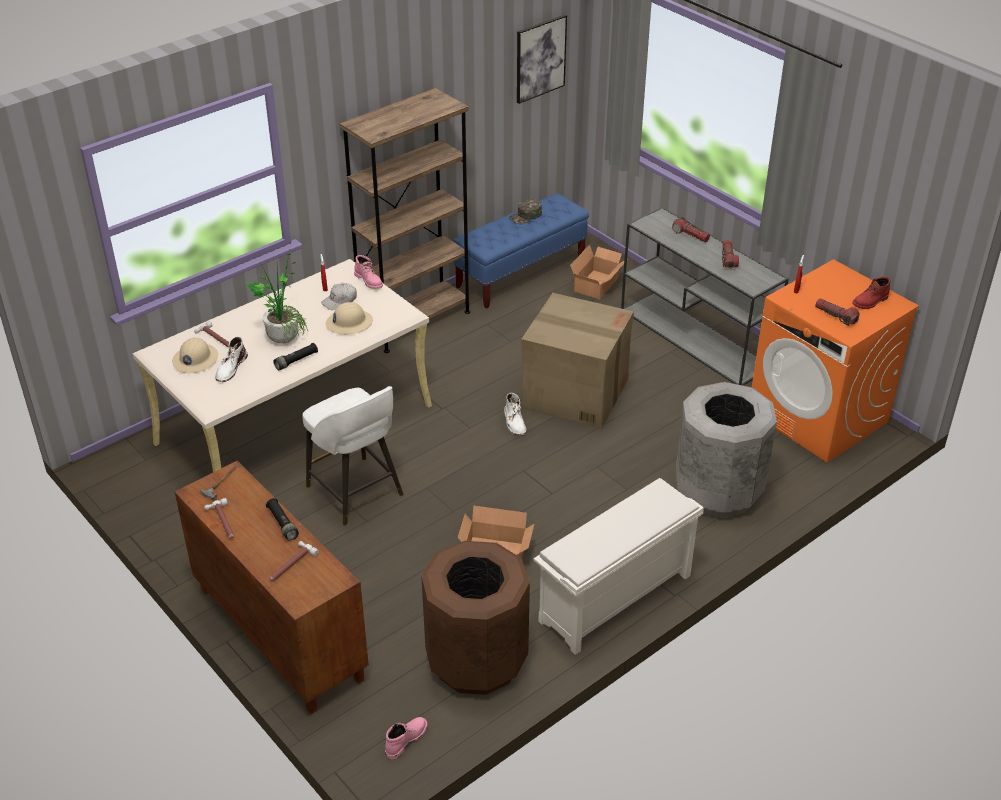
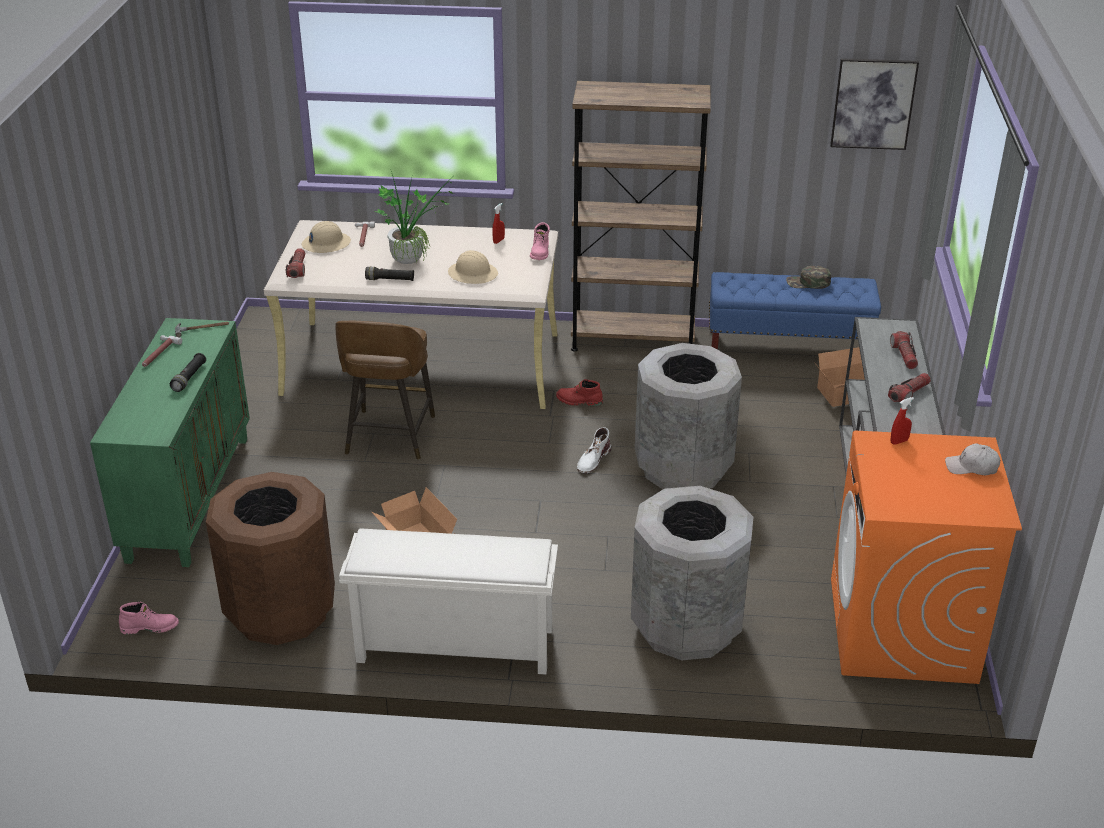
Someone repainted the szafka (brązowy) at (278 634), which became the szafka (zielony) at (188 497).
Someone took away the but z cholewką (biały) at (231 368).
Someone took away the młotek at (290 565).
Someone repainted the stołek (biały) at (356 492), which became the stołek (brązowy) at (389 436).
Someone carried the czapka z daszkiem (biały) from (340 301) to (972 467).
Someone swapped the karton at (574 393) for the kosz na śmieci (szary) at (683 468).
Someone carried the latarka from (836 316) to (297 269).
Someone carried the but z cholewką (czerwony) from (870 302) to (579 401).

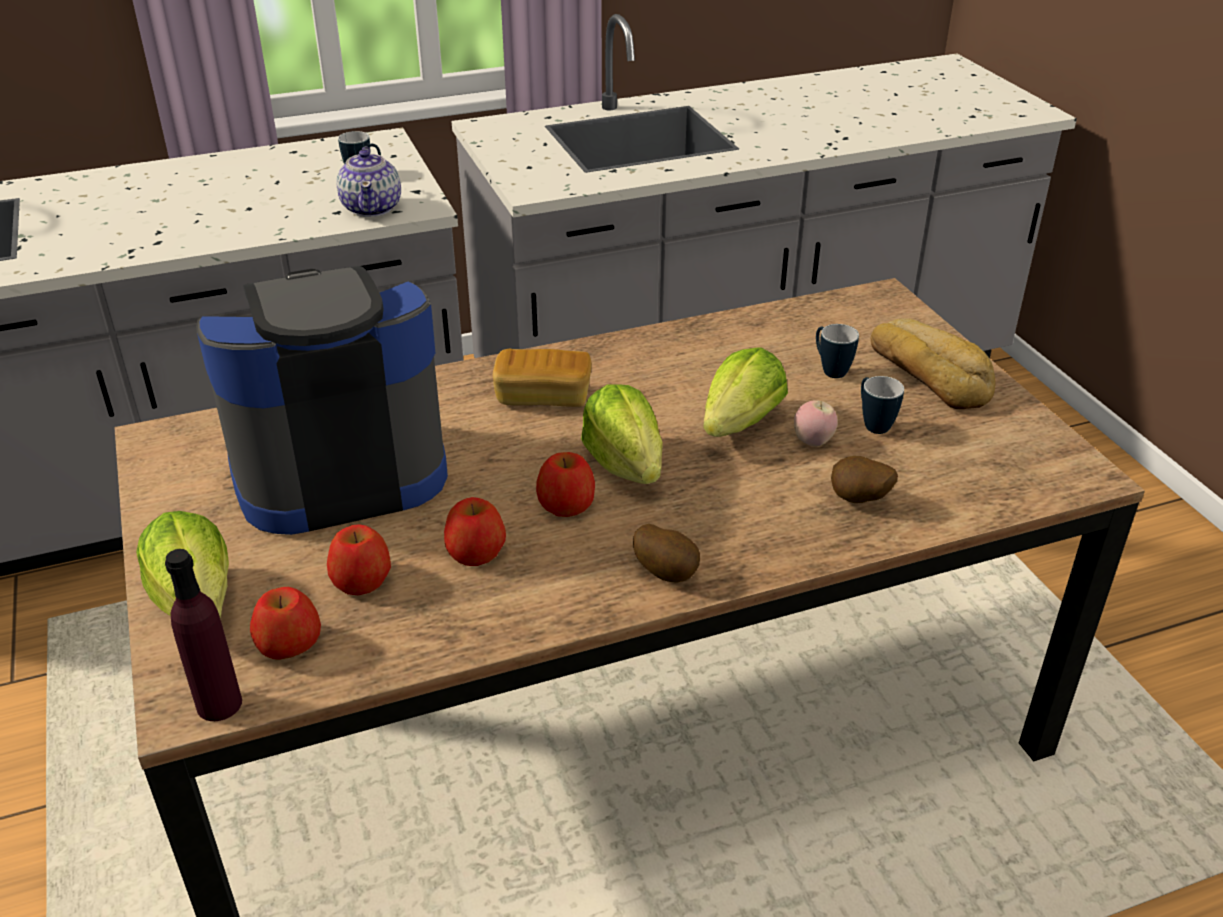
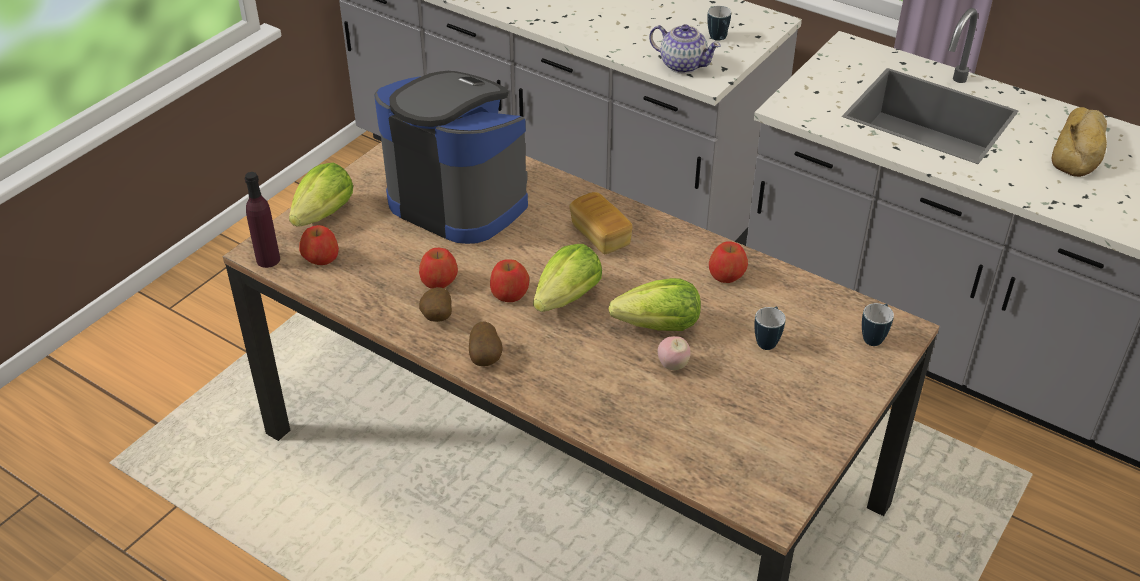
Someone carried the jabłko from (361 580) to (726 275).
Someone rotated the imbryk at (372 208) by 105 degrees counterclockwise.
Someone carried the ziemniak from (858 501) to (436 318).
Someone carried the kubek from (873 424) to (874 337).
Someone carried the chleb from (930 373) to (1080 149).

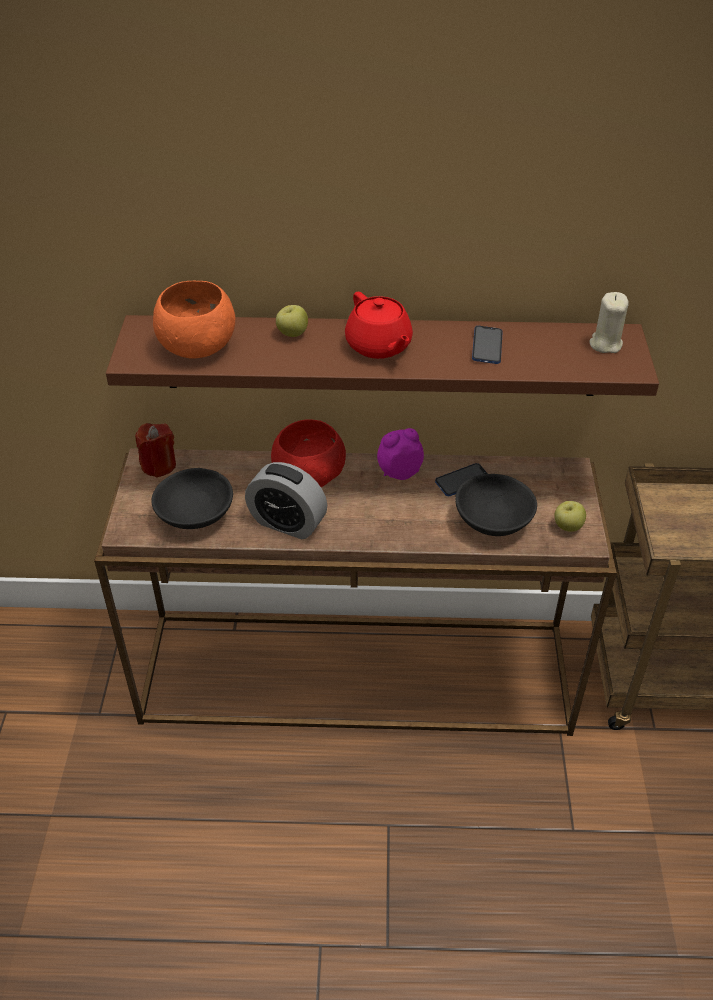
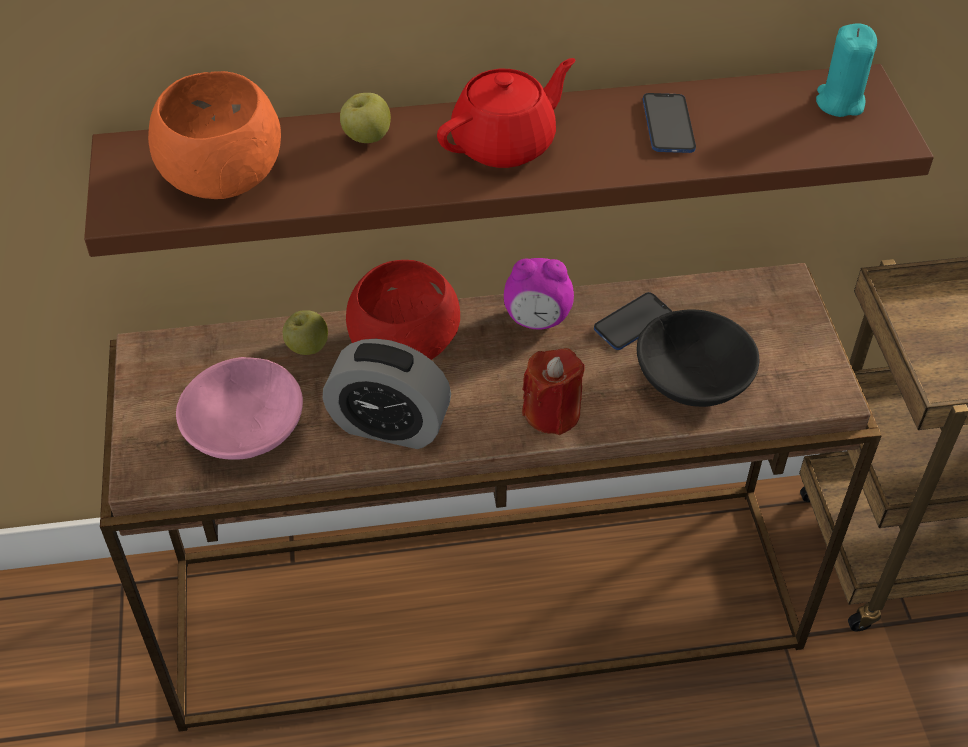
Someone carried the świeca (czerwony) from (158 465) to (552 413).
Someone repainted the miska (czarny) at (196 515), which became the miska (różowy) at (246 432).
Someone rotated the imbryk (czerwony) at (379 346) by 90 degrees counterclockwise.
Someone rotated the budzik at (399 472) by 150 degrees counterclockwise.
Someone carried the jabłko from (567 527) to (307 348).
Someone repainted the świeca (beżowy) at (605 344), which became the świeca (turkusowy) at (839 102).

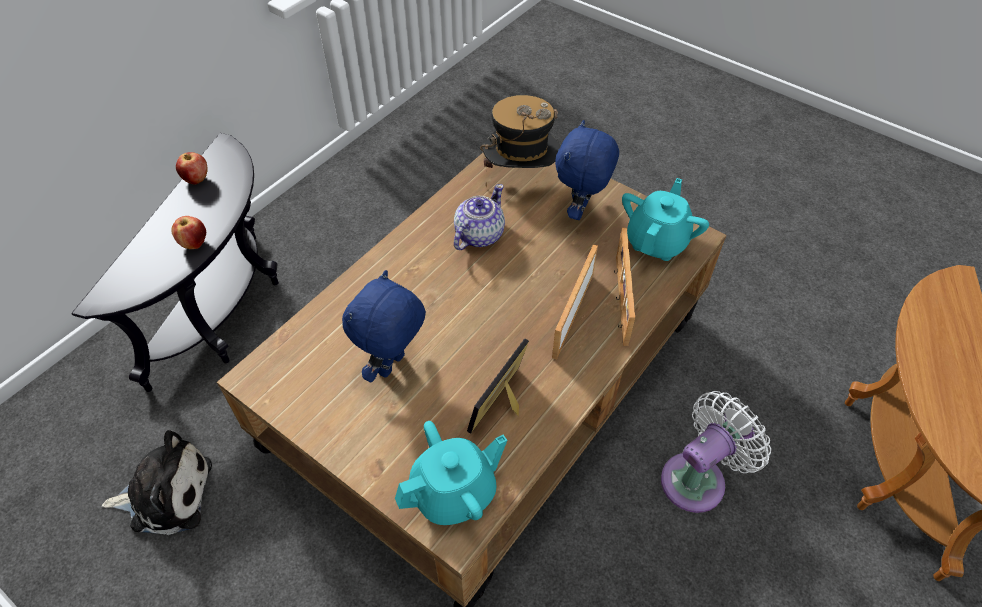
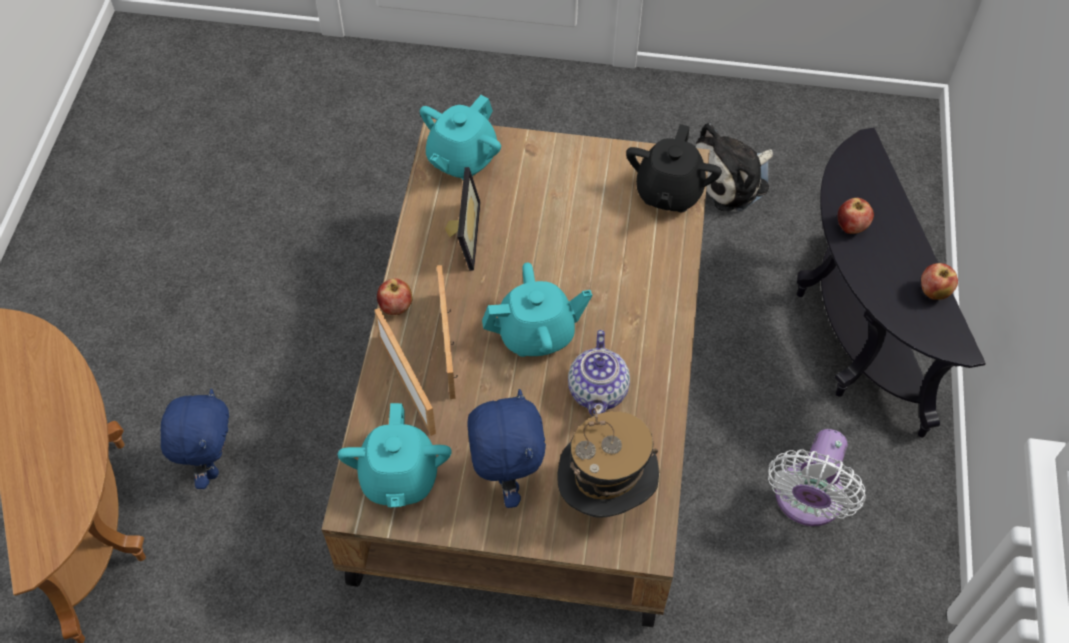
Someone carried the pluszak (niebieski) from (393 366) to (211 464).
Someone carried the wentylator (biały) from (698 478) to (806 501).
Someone put down the jabłko at (396 307).
Someone put down the imbryk (turkusowy) at (536 334).
Someone put down the imbryk (czarny) at (668 192).

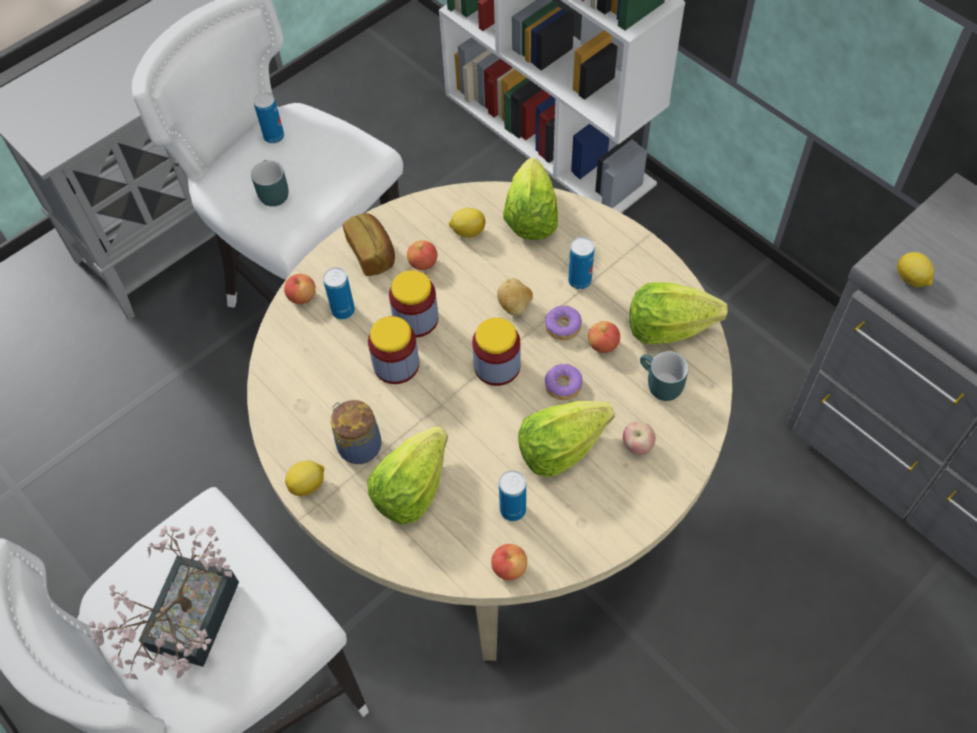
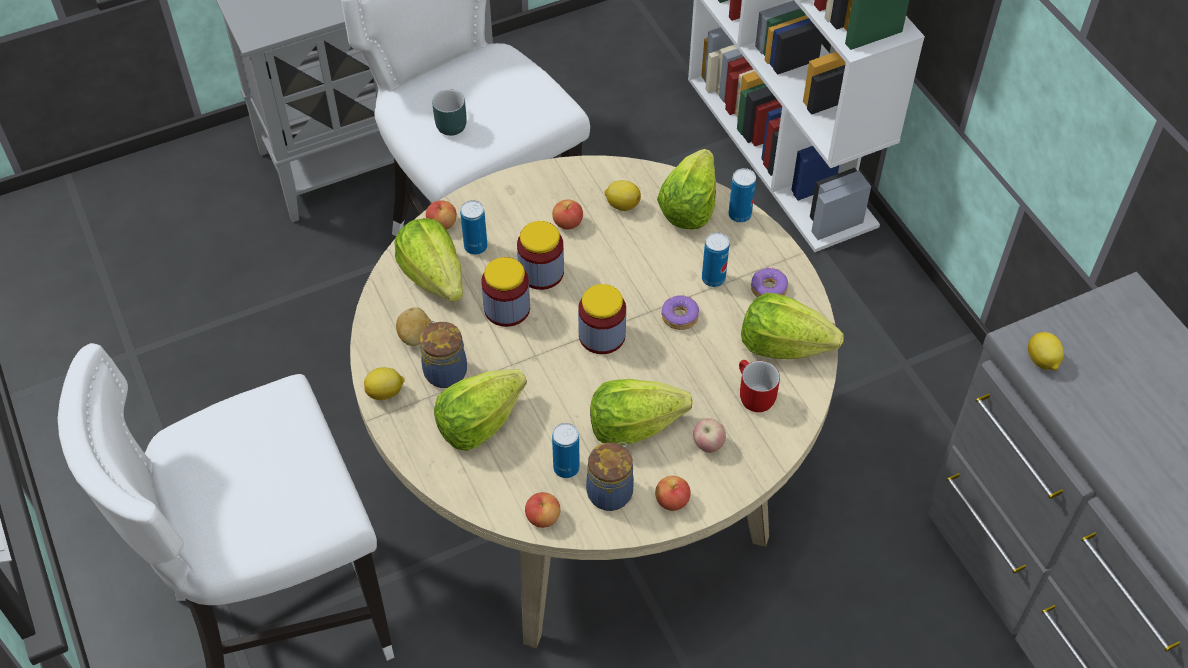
Someone took away the roślina doniczkowa at (188 627).
Someone carried the puszka from (274 136) to (739 215).
Someone took away the chleb at (372 253).
Someone carried the ziemniak from (515 306) to (416 337).
Someone carried the donut from (563 386) to (768 289).
Someone carried the jabłko from (603 344) to (672 501).
Someone repainted the kubek (turkusowy) at (658 385), which became the kubek (czerwony) at (751 395).
Someone put down the sałata at (434 277).
Someone put down the słoik at (611 491).

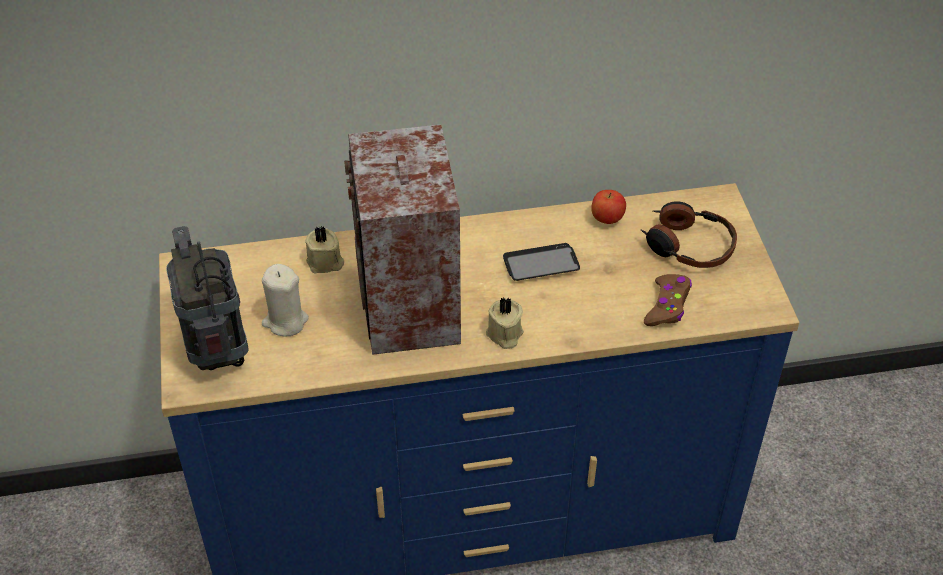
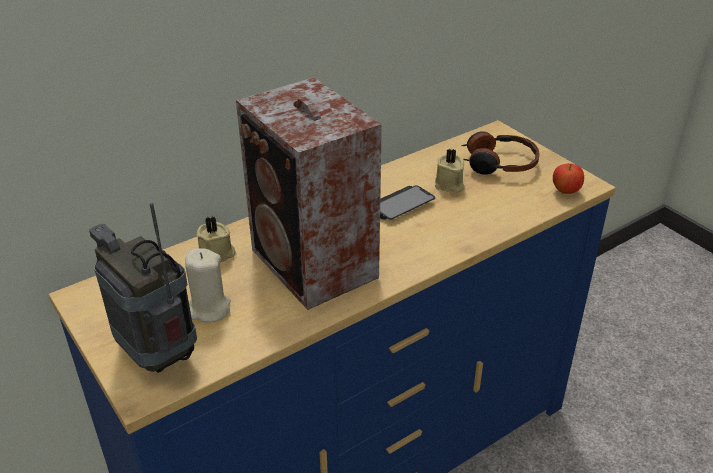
Someone carried the świeca (beżowy) from (504 335) to (449 185).
Someone carried the jabłko from (607 219) to (565 191).
Someone took away the pad do gier (brązowy) at (667 306).

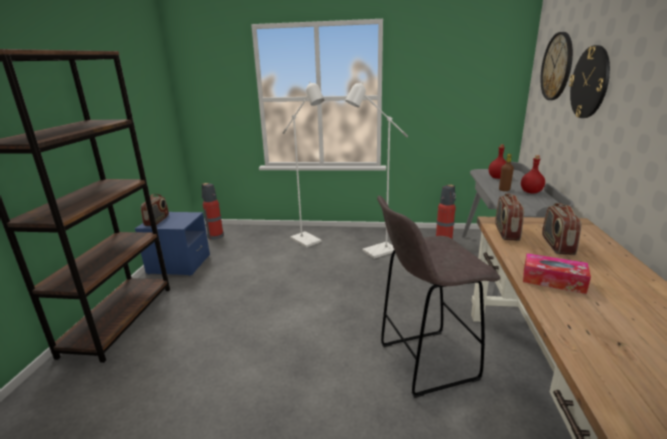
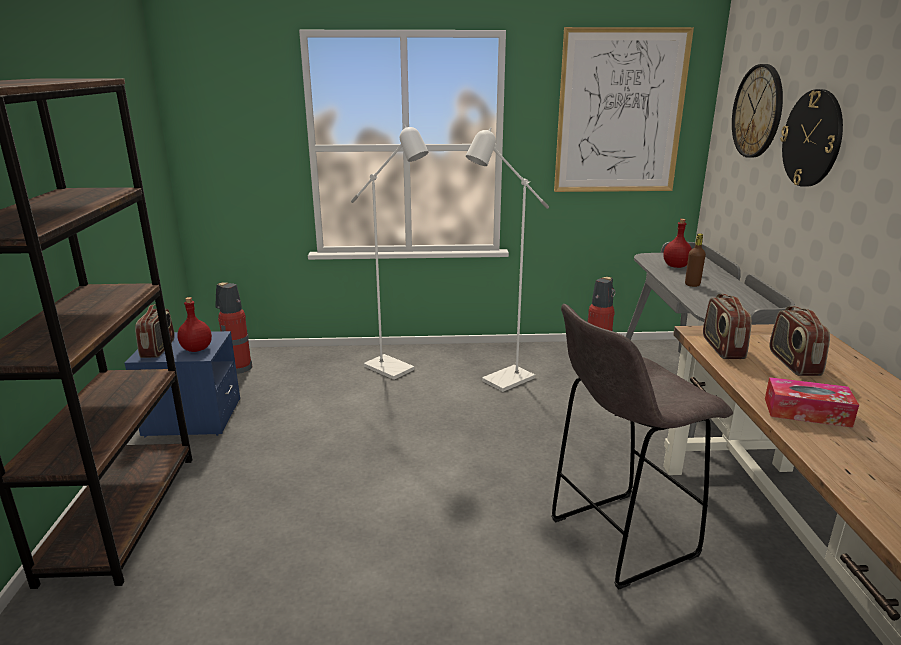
Someone carried the butelka (czerwony) from (531 192) to (196 349).
Someone put up the obraz at (620 112).

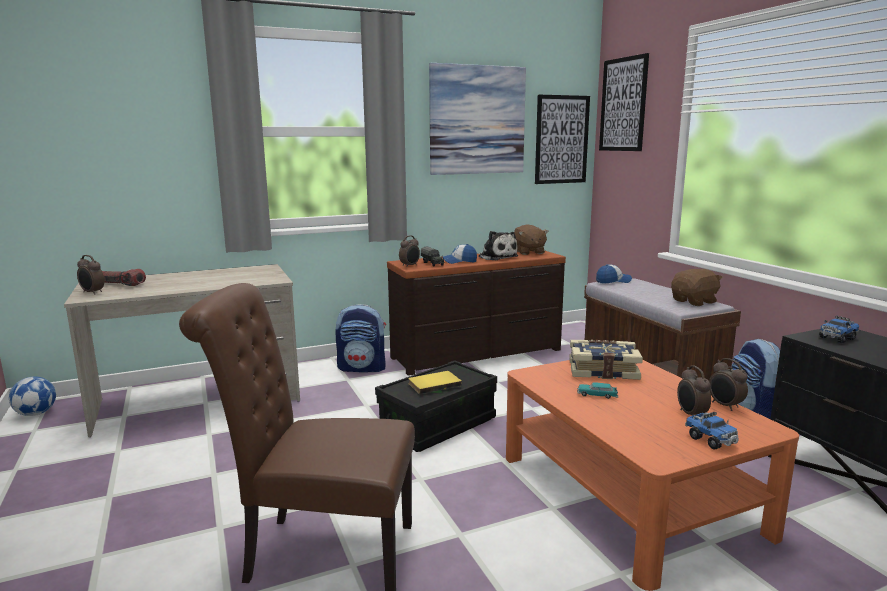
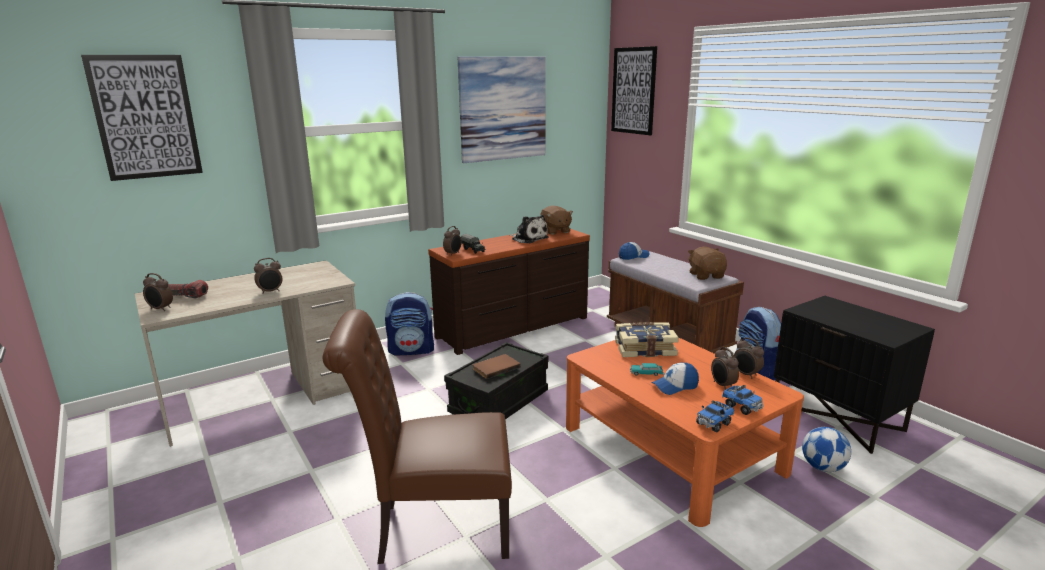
Someone carried the piłka futbolowa from (36 414) to (823 467).
Someone repainted the książka (żółty) at (433 384), which became the książka (brązowy) at (495 367).
Someone carried the czapka z daszkiem from (459 261) to (675 386).
Someone carried the obraz from (561 140) to (145 117).
Someone rotated the pluszak (brązowy) at (694 302) by 60 degrees counterclockwise.
Someone carried the ciężarówka zabawkowa from (837 338) to (713 423).
Someone put down the budzik at (270 292).

